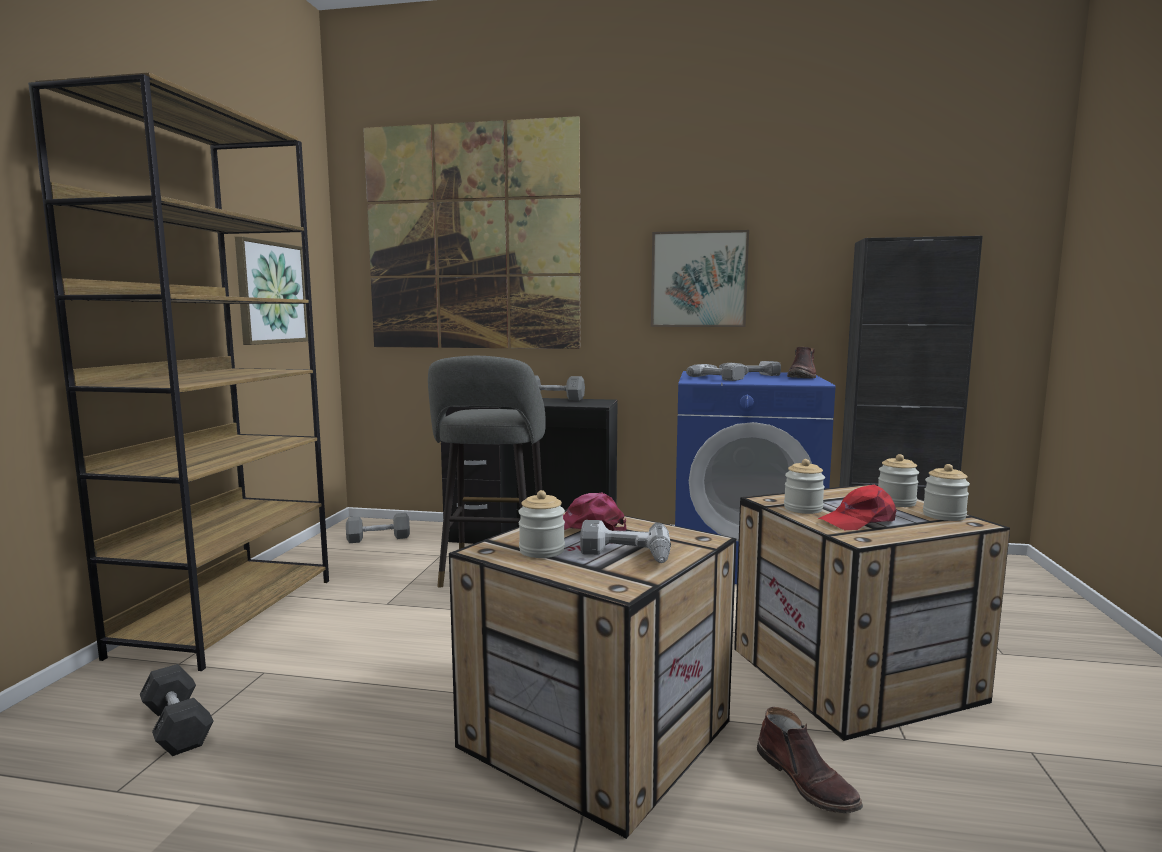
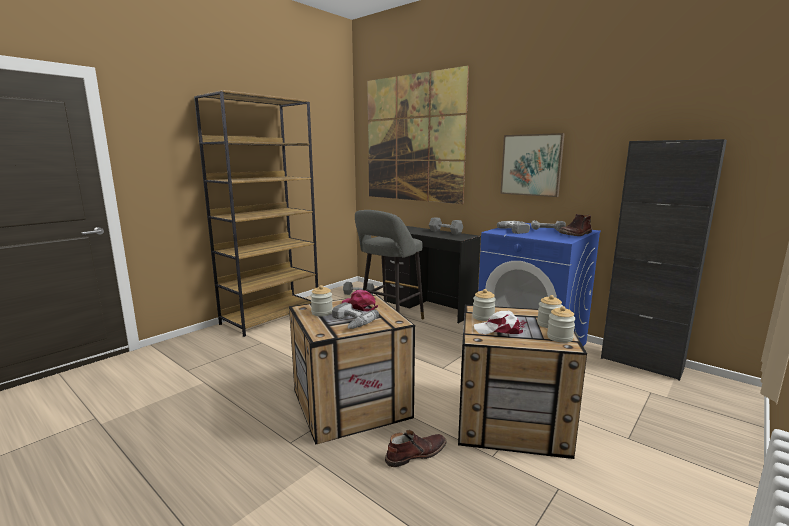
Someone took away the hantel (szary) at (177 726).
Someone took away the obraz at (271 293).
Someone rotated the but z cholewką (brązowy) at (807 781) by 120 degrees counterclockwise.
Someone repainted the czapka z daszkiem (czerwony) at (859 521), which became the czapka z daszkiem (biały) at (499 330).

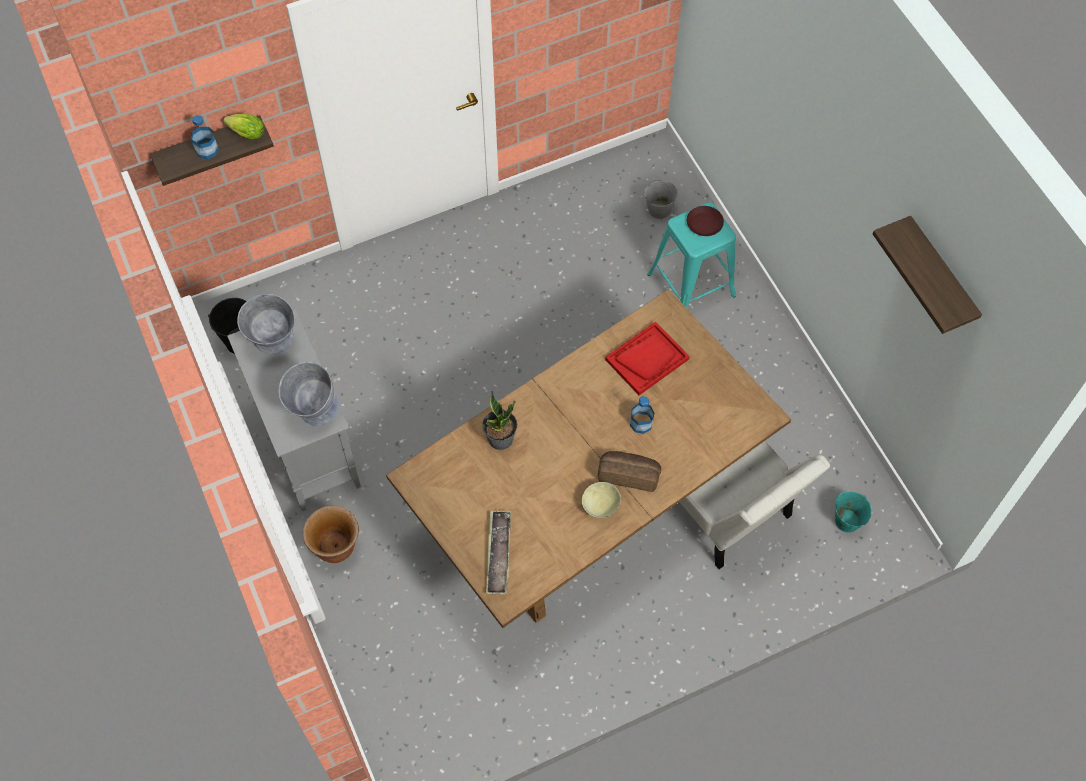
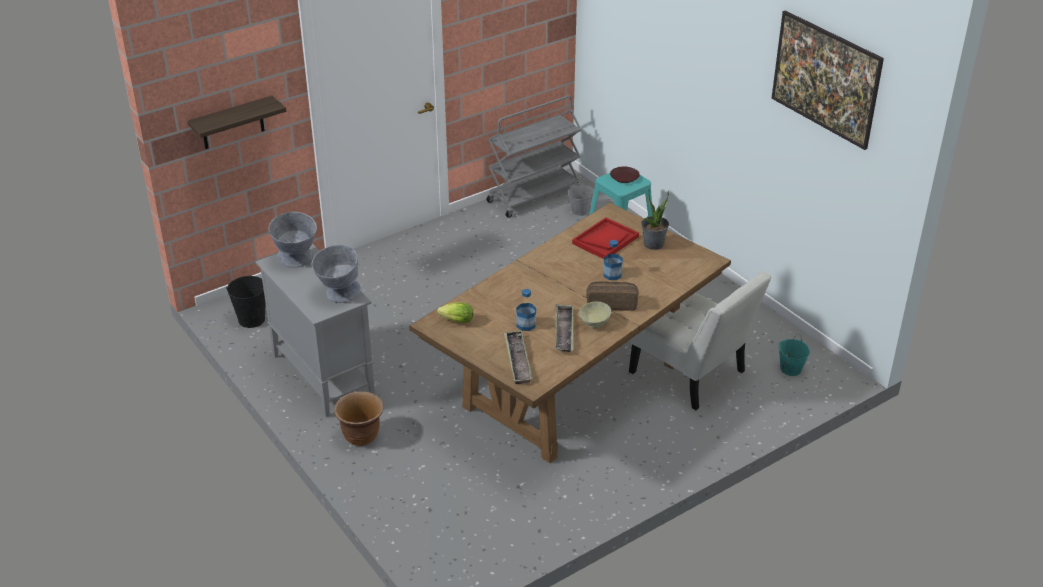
Someone carried the butelka from (207 150) to (526 325).
Someone carried the sałata from (245 133) to (455 321).
Someone carried the roślina doniczkowa from (500 439) to (653 244).
Someone swapped the półka at (939 277) for the obraz at (822 100).
Someone put down the wózek (szary) at (534 195).
Someone put down the taca at (564 331).

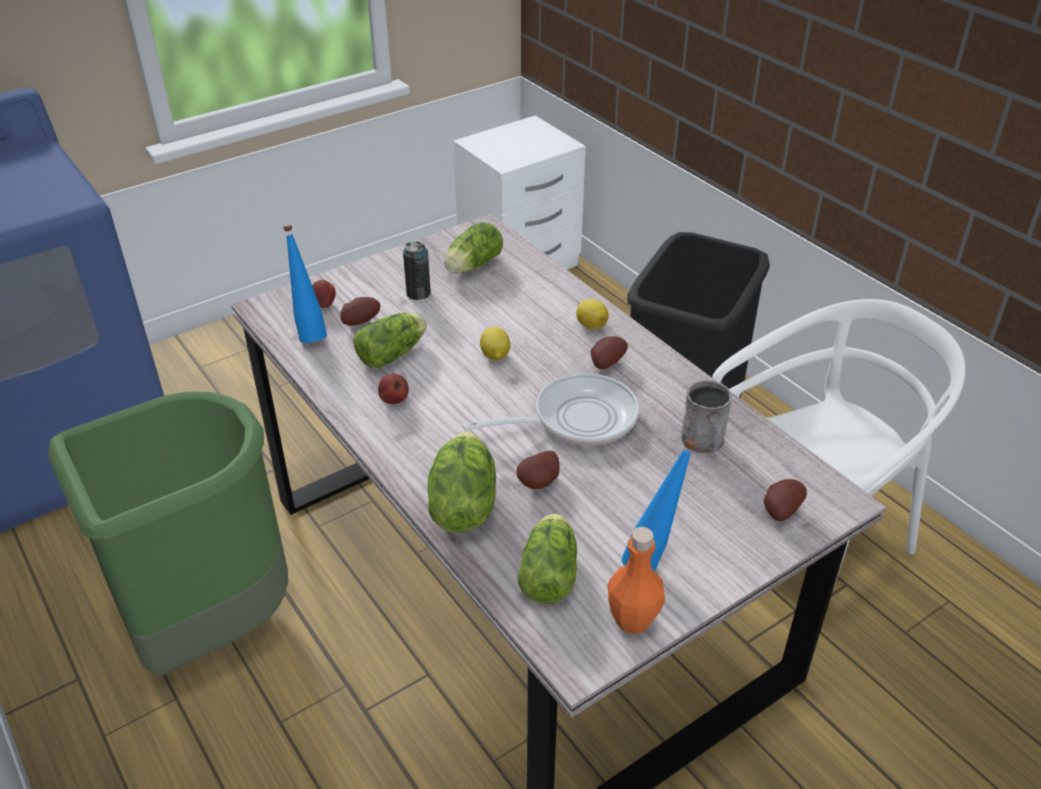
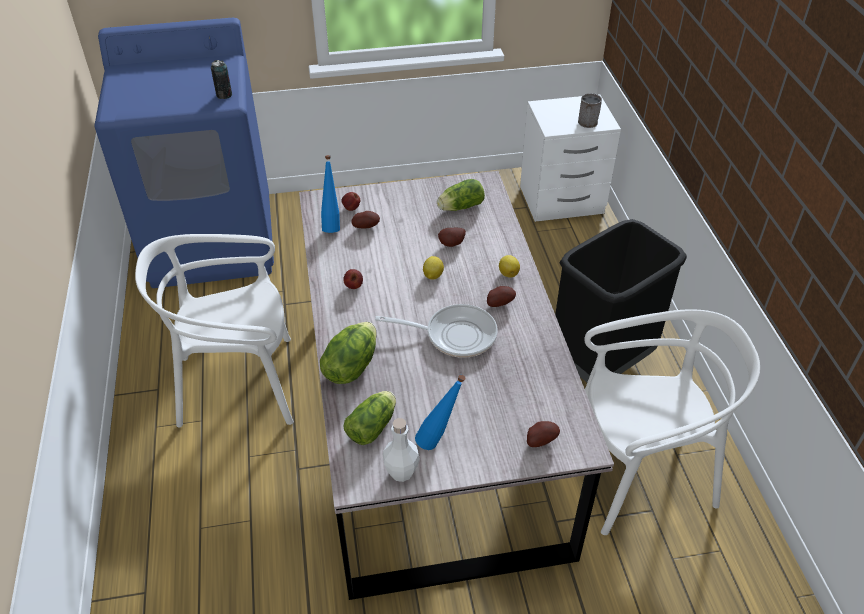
Someone swapped the kosz na śmieci (zielony) at (208 626) for the krzesło (biały) at (238 385).
Someone took away the sałata at (394 353).
Someone carried the puszka from (418 293) to (224 95).
Someone carried the ziemniak from (540 483) to (452 244).
Someone repainted the butelka (pomarańczowy) at (633 619), which became the butelka (biały) at (401 472).
Someone carried the kubek (szary) from (704 443) to (587 124).

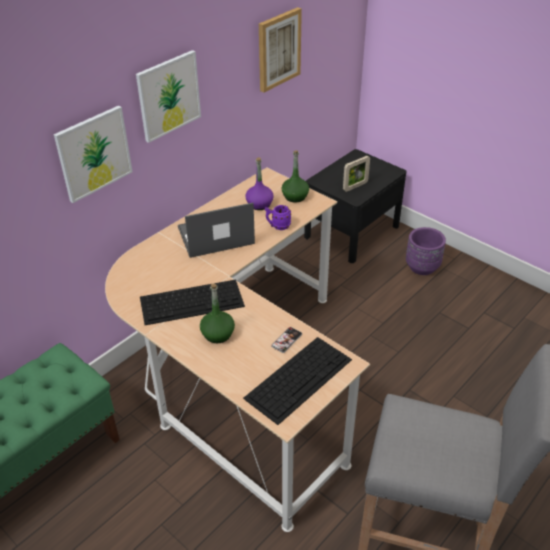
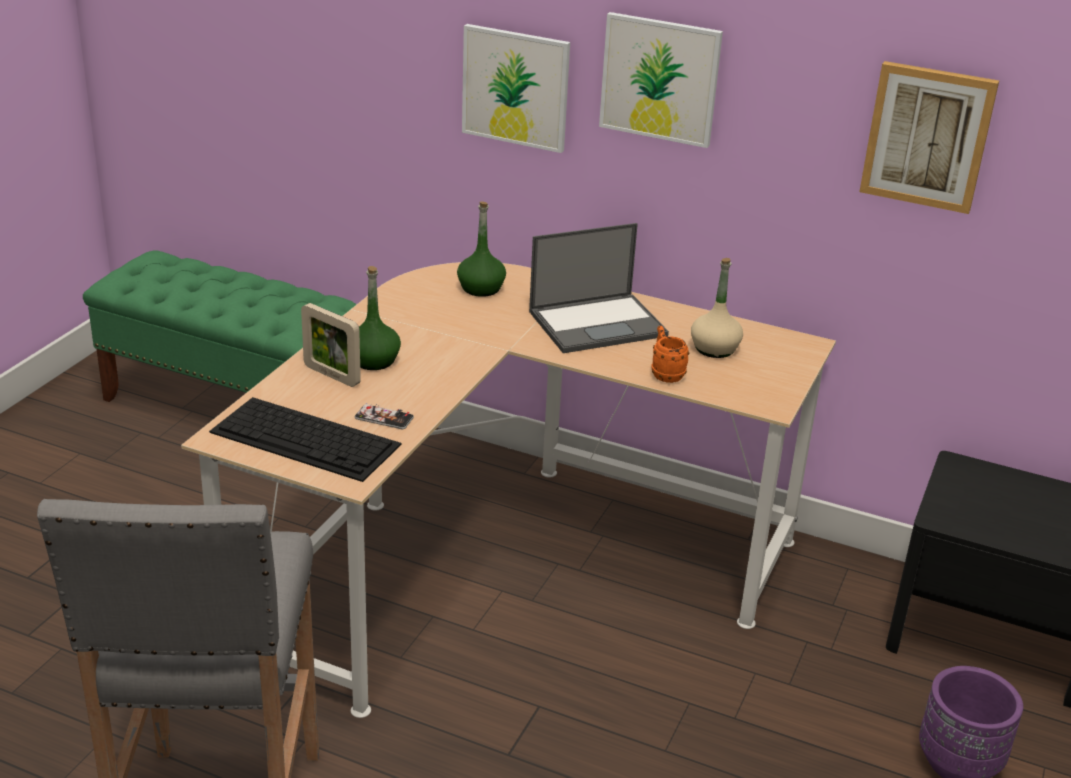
Someone took away the klawiatura at (192 301).
Someone rotated the laptop at (215 236) by 105 degrees clockwise.
Someone repainted the butelka (fioletowy) at (259 204), which became the butelka (beżowy) at (714 349).
Someone repainted the kubek (fioletowy) at (278 226), which became the kubek (pomarańczowy) at (665 373).
Someone carried the butelka (zielony) from (295 196) to (481 288).
Someone carried the ramka na zdjęcie from (355 186) to (332 375).

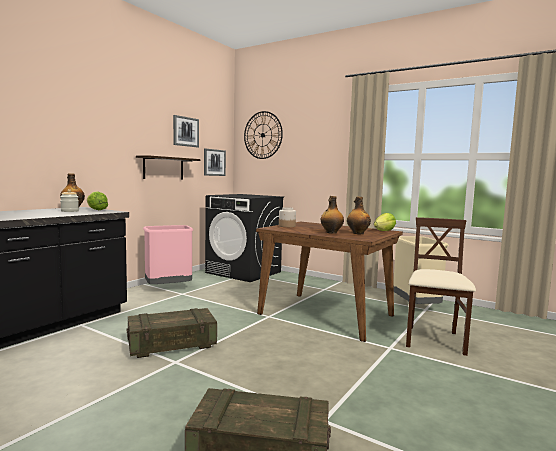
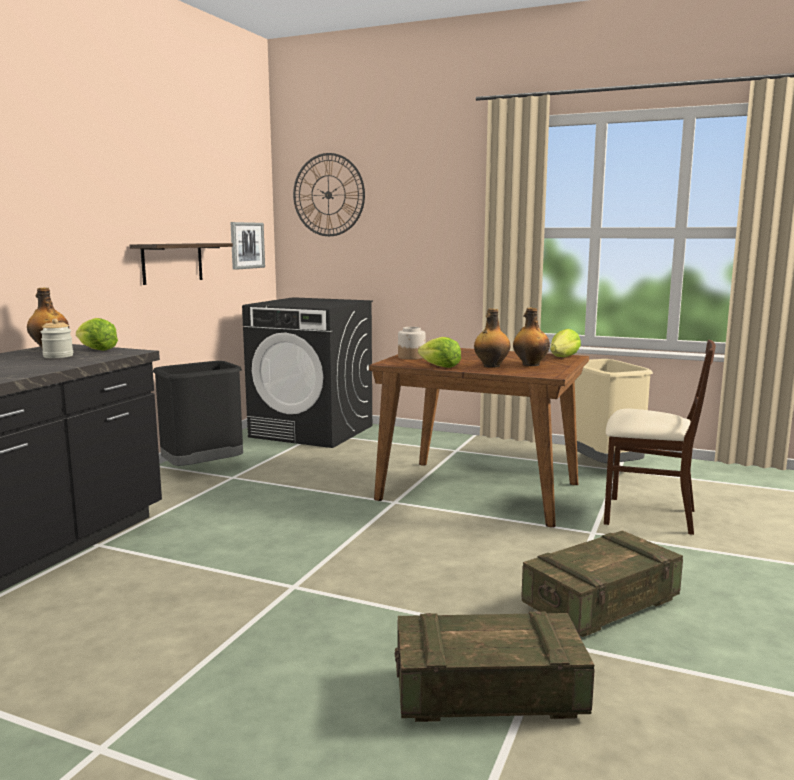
Someone carried the skrzynka from (172 345) to (601 604).
Someone repainted the kosz na śmieci (różowy) at (168 288), which became the kosz na śmieci (czarny) at (203 469).
Someone took away the obraz at (185 131).
Someone rotated the krzesło (beżowy) at (434 340) by 105 degrees clockwise.
Someone put down the sałata at (439 366).

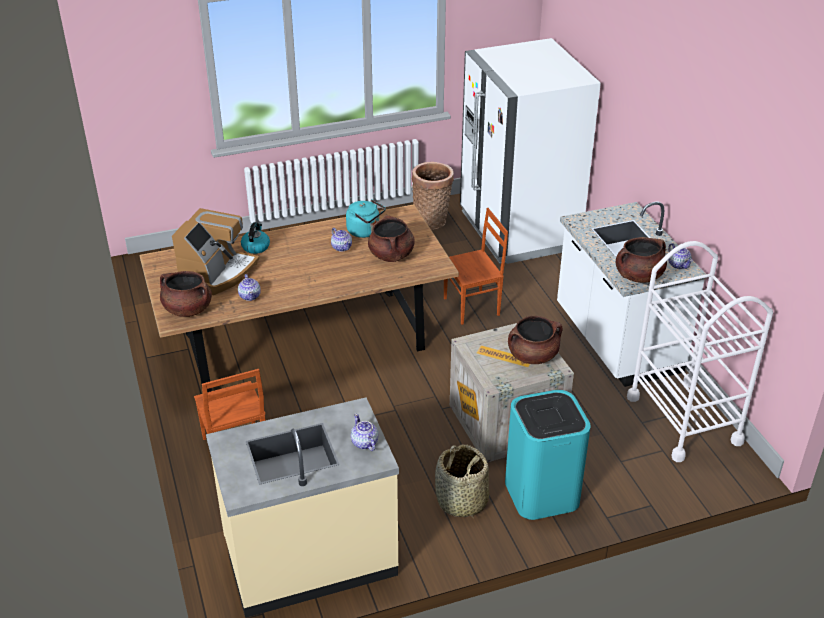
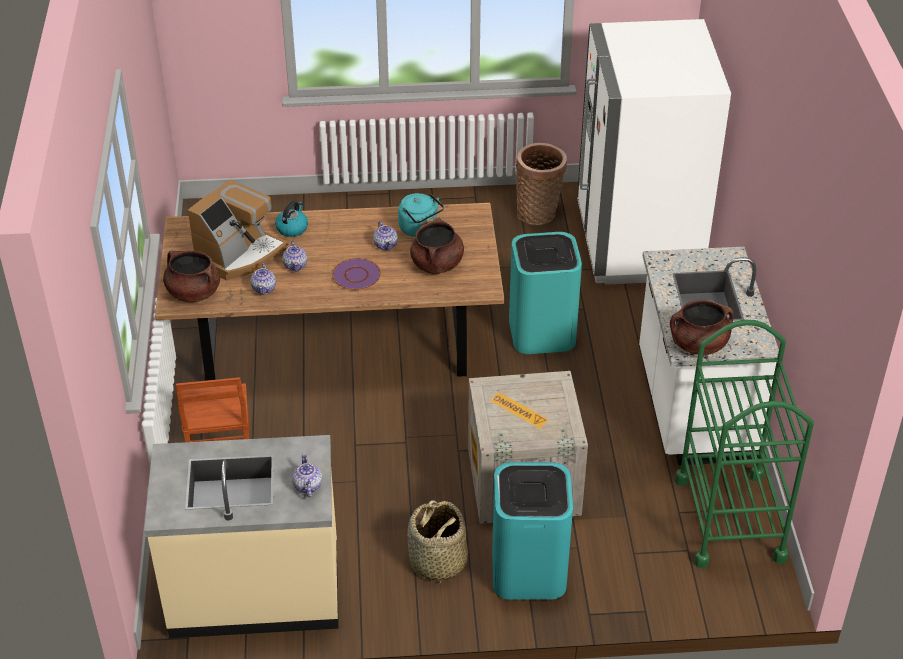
Someone swapped the krzesło (brązowy) at (472 307) for the kosz na śmieci (turkusowy) at (542 333).
Someone took away the garnek (brązowy) at (532 355).
Someone repainted the wózek (biały) at (683 419), which became the wózek (zielony) at (729 518).
Someone carried the imbryk from (678 264) to (295 265).
Someone put down the talerz (fioletowy) at (356 275).

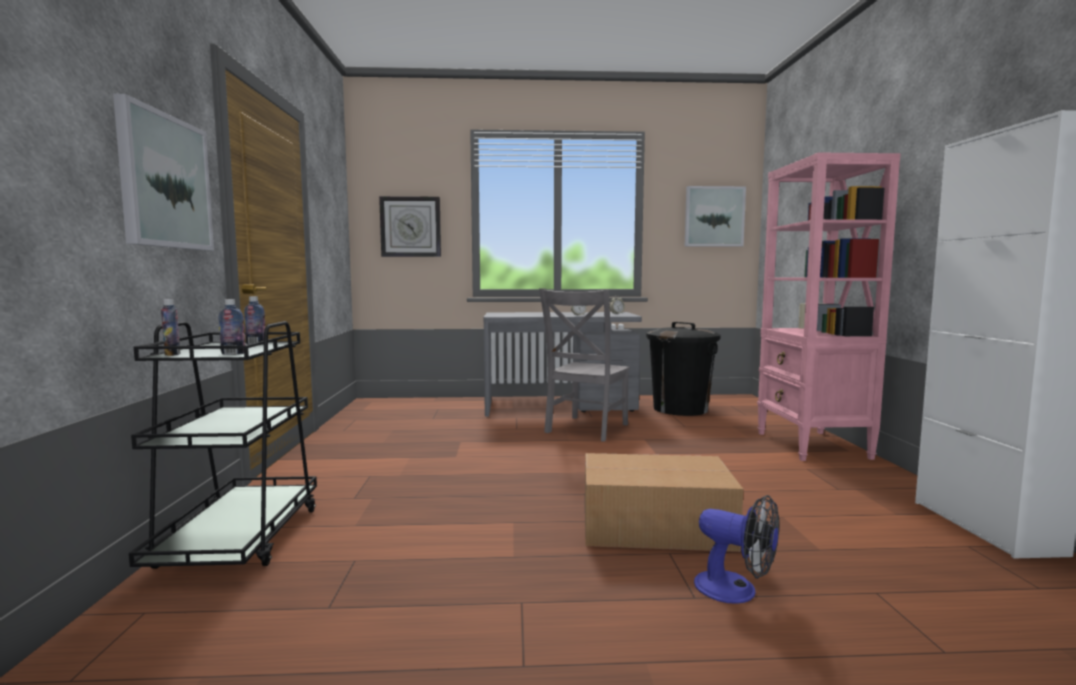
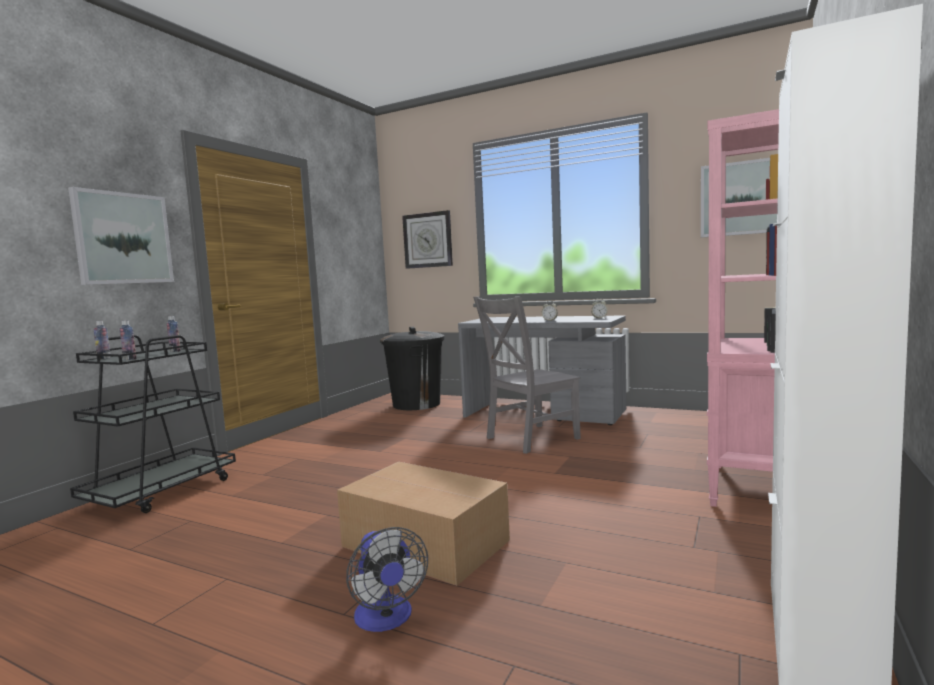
Someone carried the kosz na śmieci (czarny) from (680 409) to (416 404).

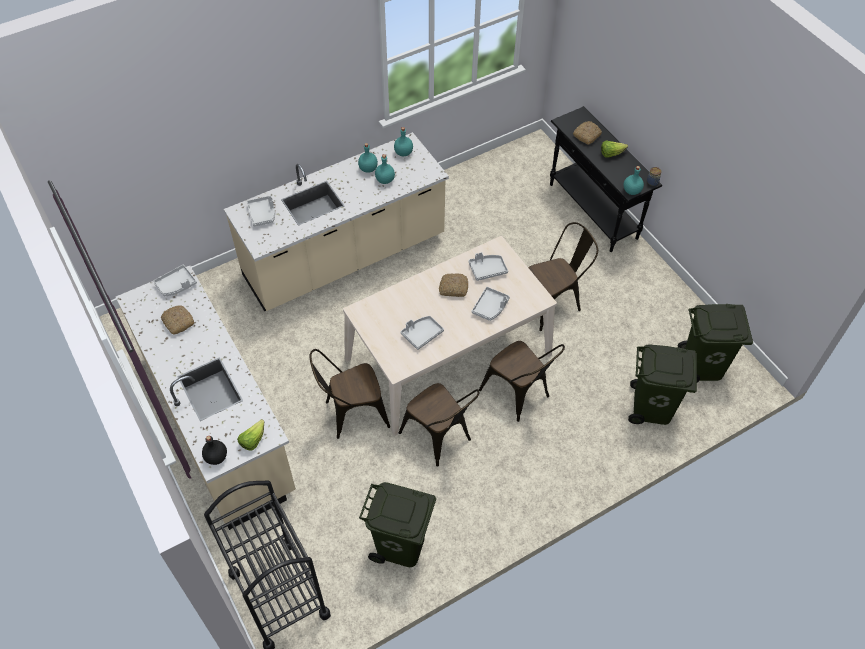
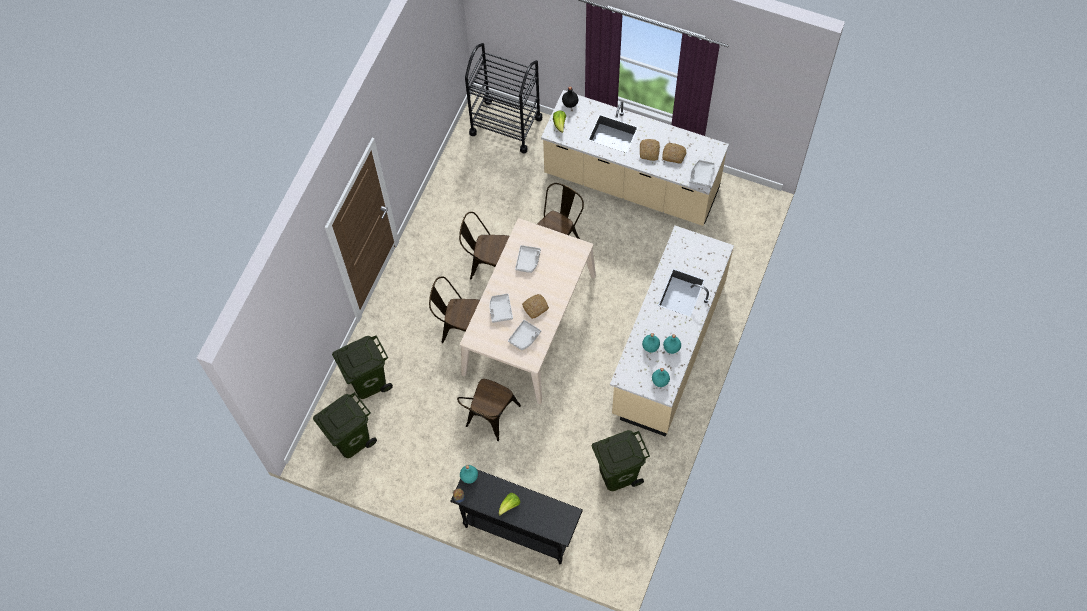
Someone took away the taca (szary) at (262 214).
Someone carried the kosz na śmieci (zielony) from (400 546) to (617 473).
Someone carried the chleb from (587 135) to (649 151).

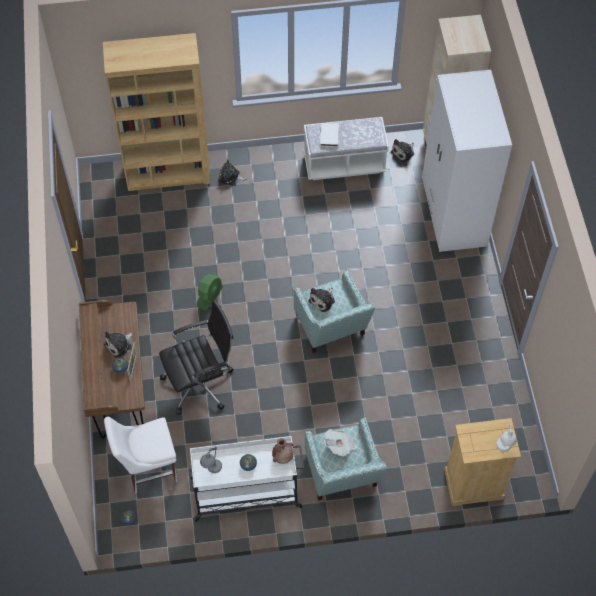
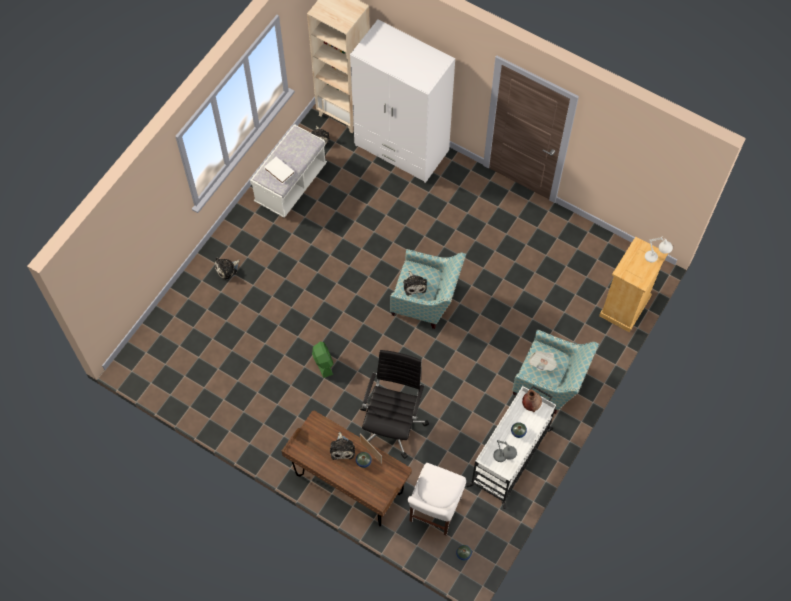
Someone took away the regał (brązowy) at (168 173).

